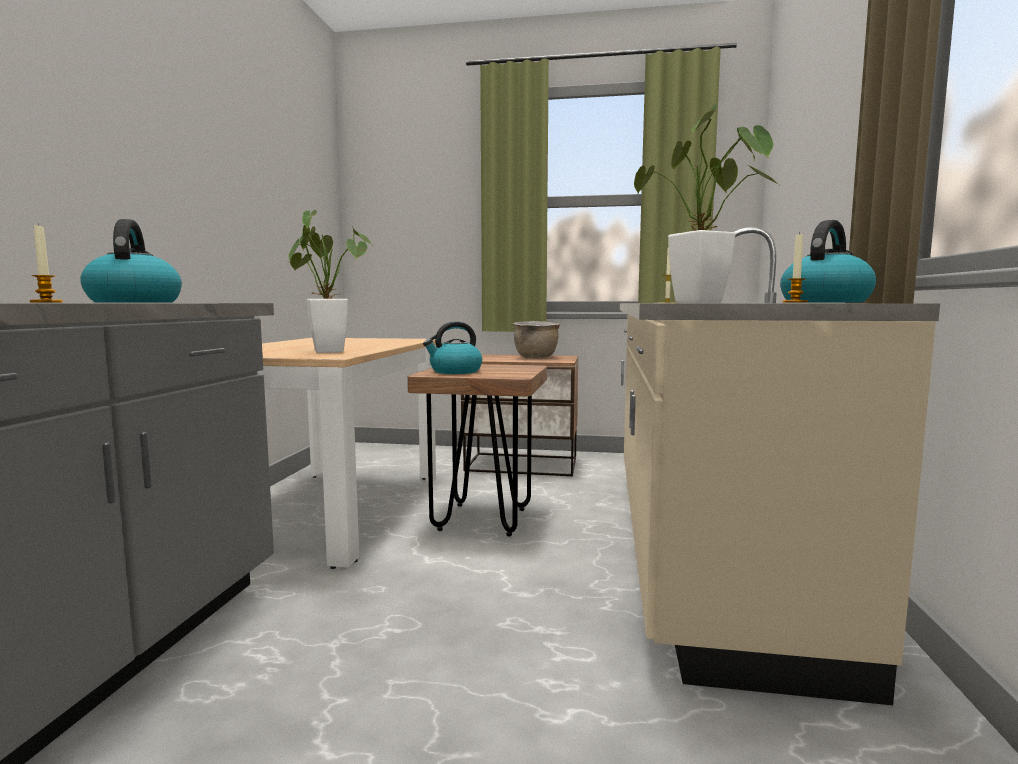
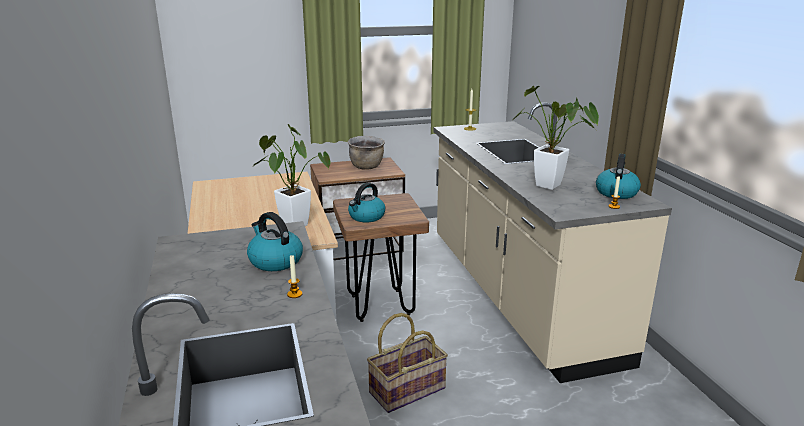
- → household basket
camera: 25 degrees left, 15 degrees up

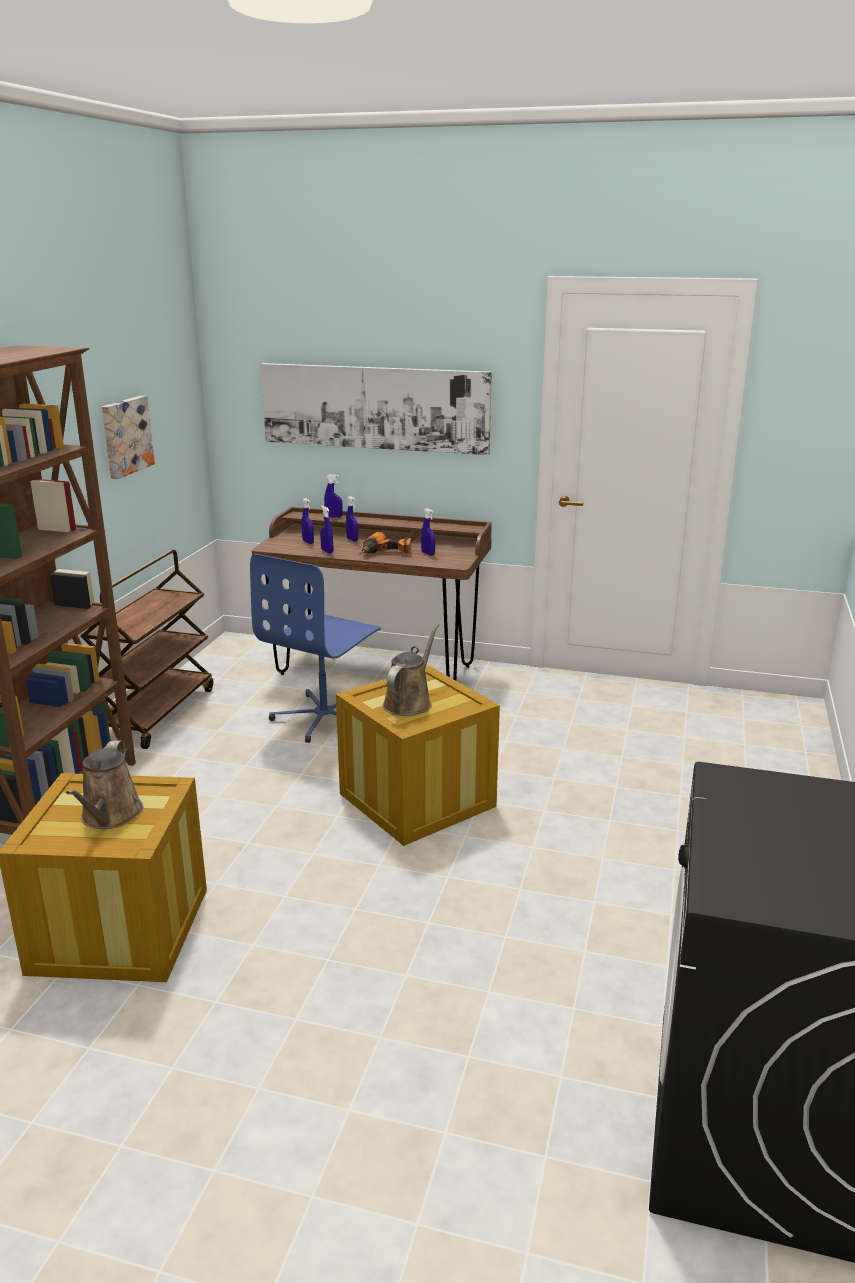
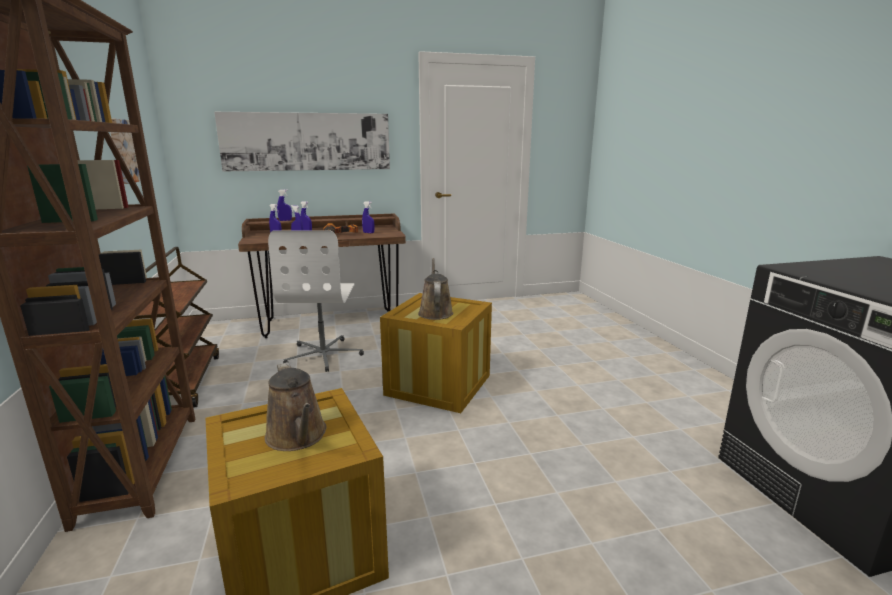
office chair (blue-coloured) → office chair (white)
camera: 30 degrees left, 5 degrees down

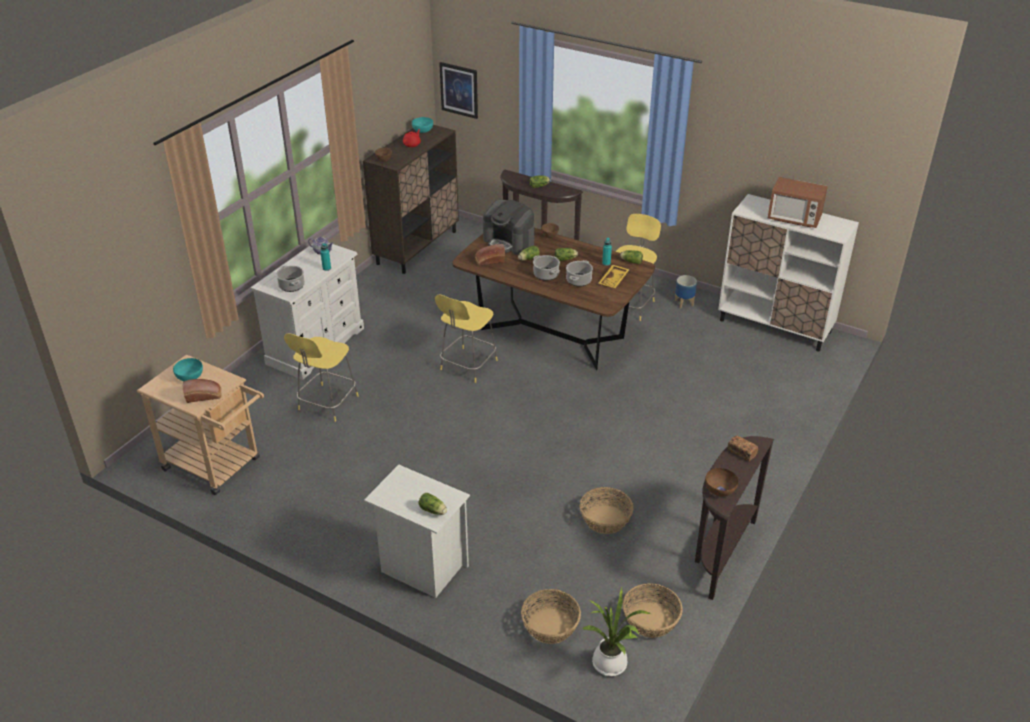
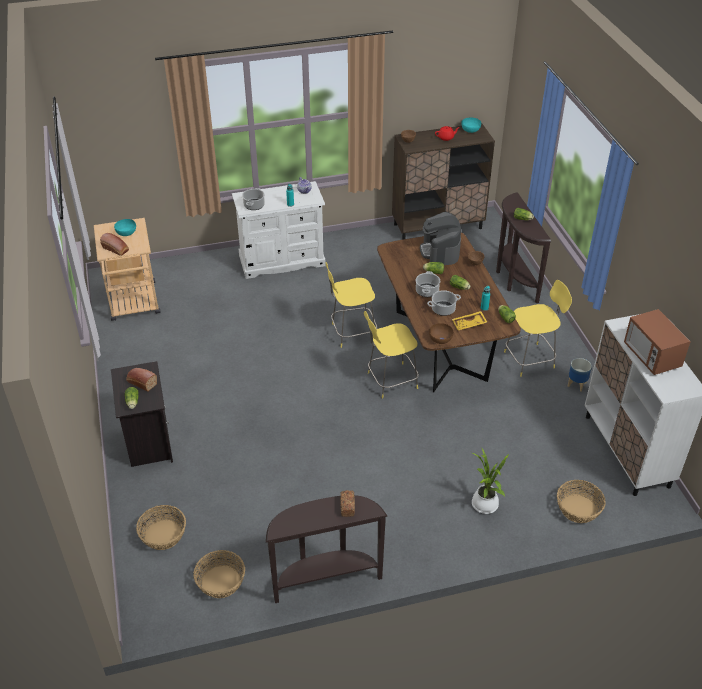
night table (white) → night table (black)
bread (no. 2 from left), shifted
stool (yellowish) (no. 1 from left in the first image) → stool (yellowish) (no. 2 from left), shifted
bowl (brownish) (no. 3 from left in the first image) → bowl (brownish) (no. 2 from left), shifted
potted plant, shifted
household basket (no. 2 from left in the first image) → household basket (no. 3 from left), shifted
wall picture → -
camera: 45 degrees right, 5 degrees up

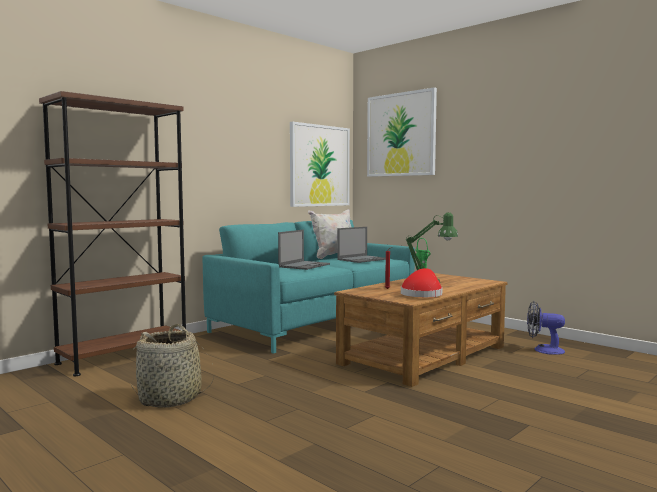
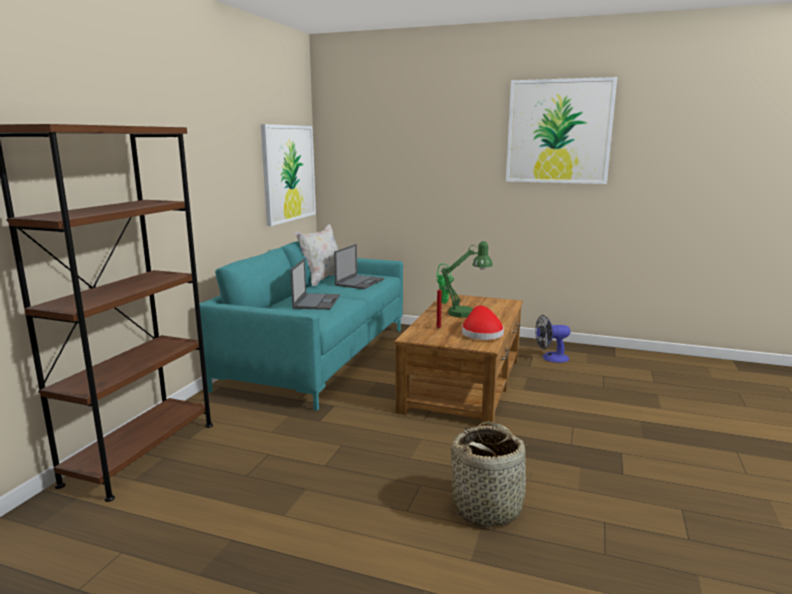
household basket, shifted
wall picture (no. 2 from left), shifted
camera: 25 degrees left, 10 degrees up

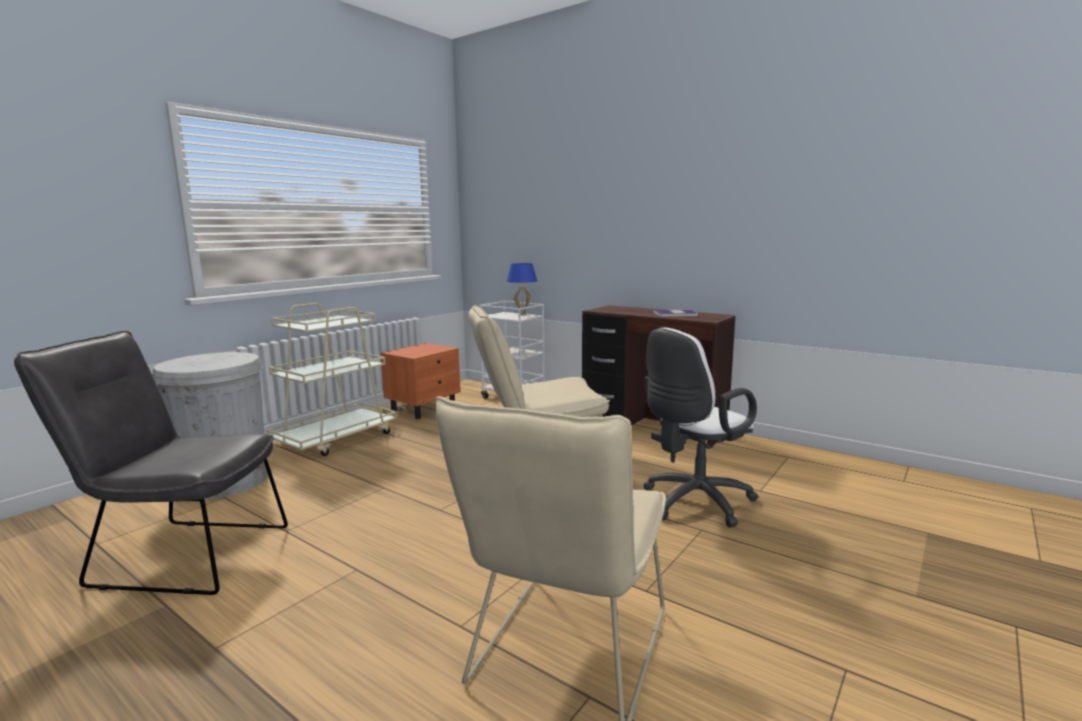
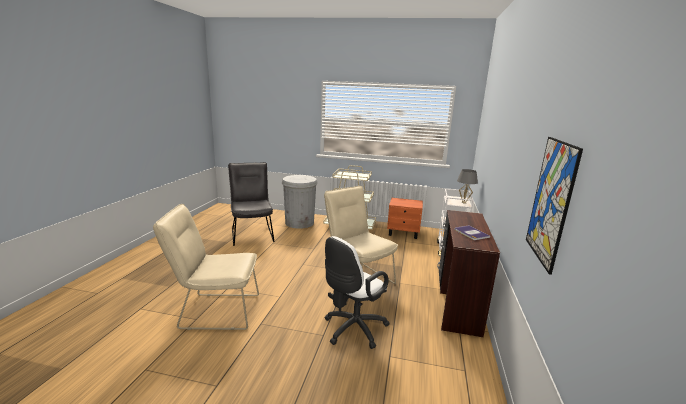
office chair (white), 75 degrees counterclockwise
tabletop lamp (blue-coloured) → tabletop lamp (grey)
- → wall picture
camera: 65 degrees right, 5 degrees up

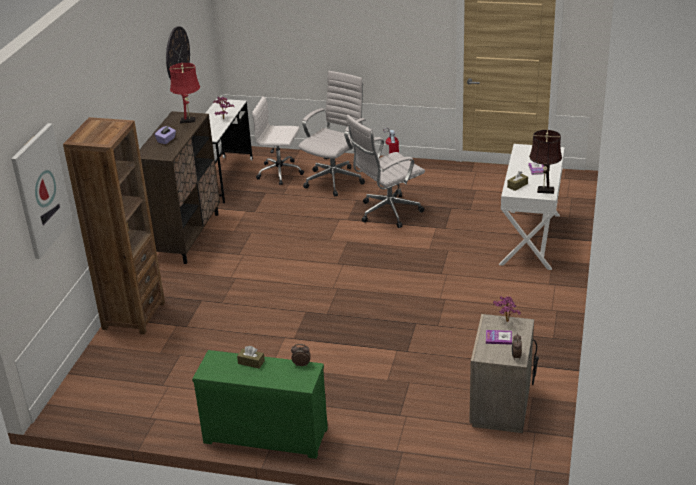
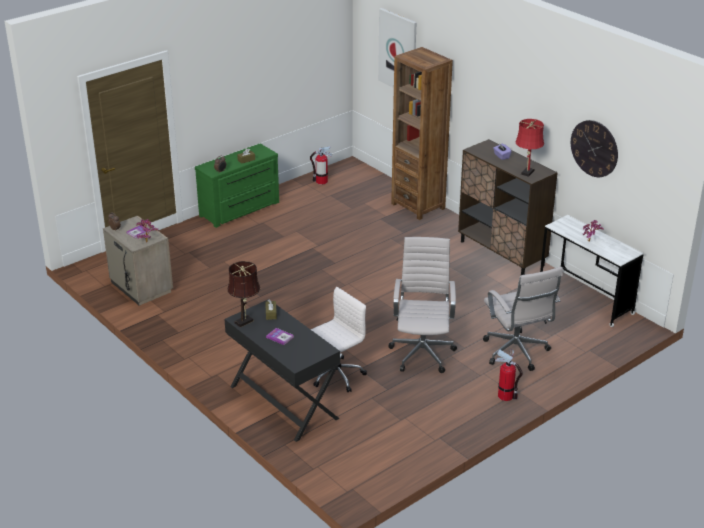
desk unit (white) (no. 2 from left) → desk unit (black)
- → fire extinguisher (no. 1 from left)
office chair (white) (no. 1 from left), shifted
camera: 125 degrees right, 0 degrees up

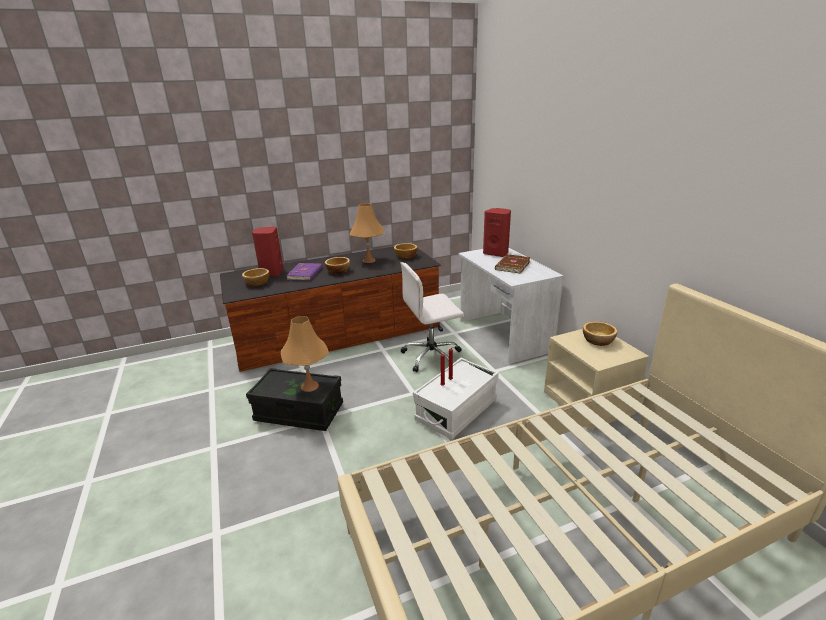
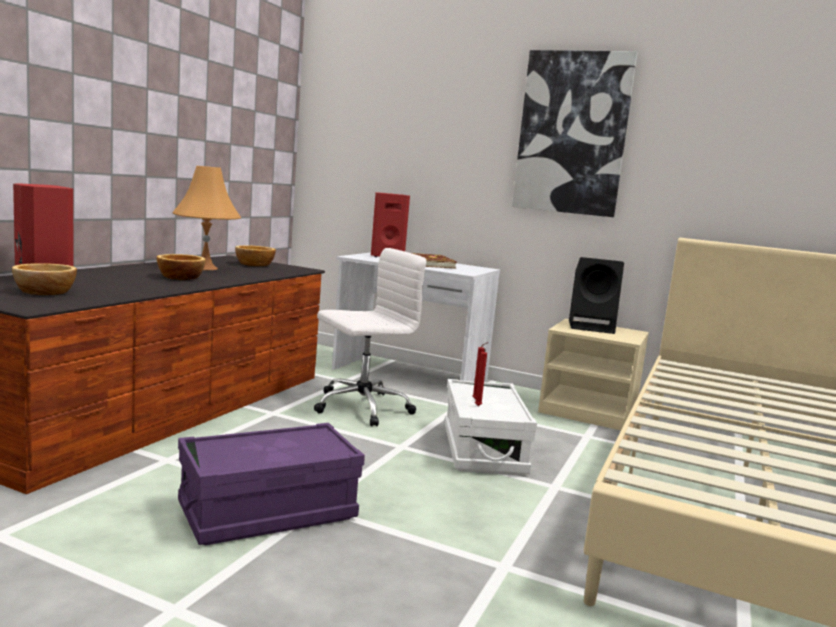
storage bin (black) → storage bin (purple)
office chair (white), 150 degrees counterclockwise
- → wall picture
bowl (no. 4 from left) → audio speaker (black)
tabletop lamp (orangey) (no. 1 from left) → -
bound book (purple) → -
camera: 45 degrees left, 15 degrees down

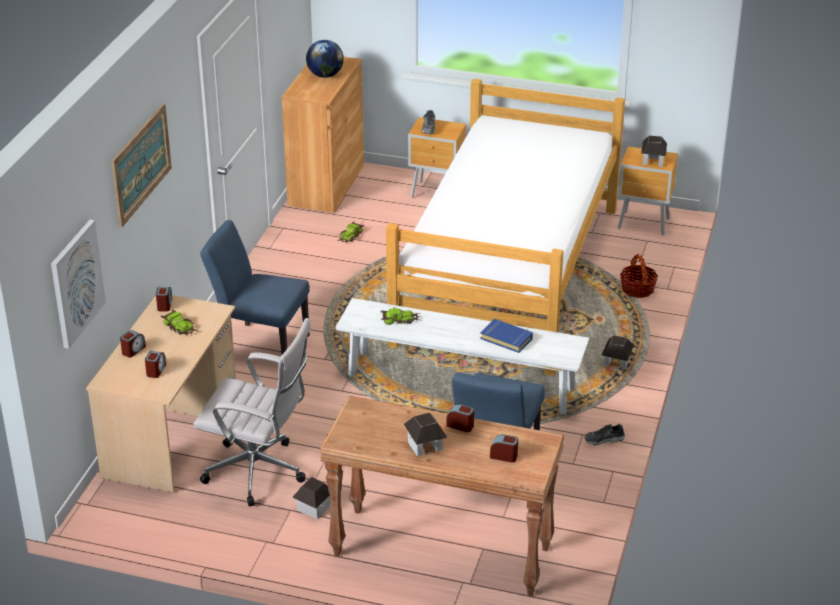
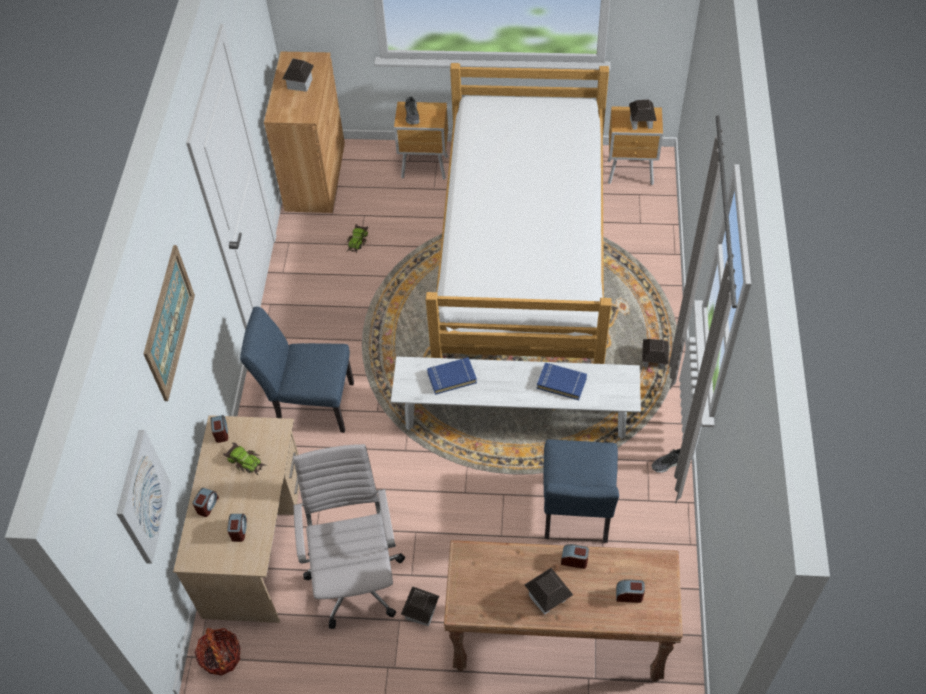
household basket, shifted
world globe → model house (no. 1 from left)
office chair (white), 105 degrees counterclockwise
model car (no. 3 from left) → bound book (blue-coloured) (no. 1 from left)
camera: 10 degrees left, 20 degrees up

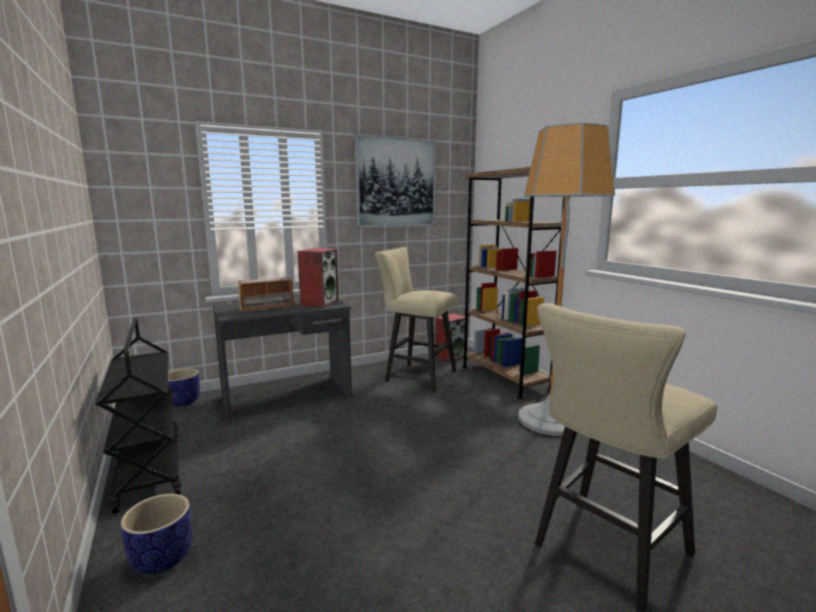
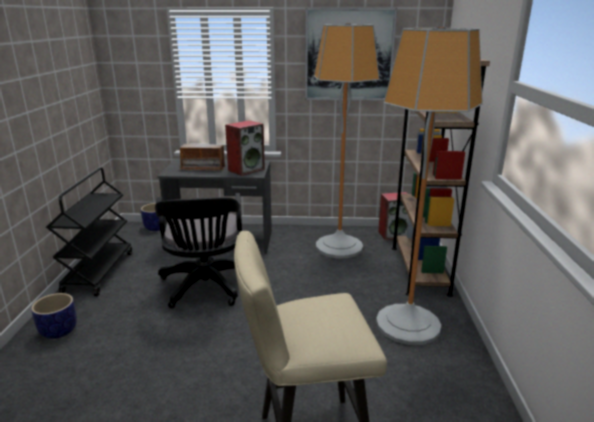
- → office chair (black)
stool (sand-coloured) (no. 1 from left) → floor lamp (no. 1 from left)
camera: 30 degrees right, 10 degrees up

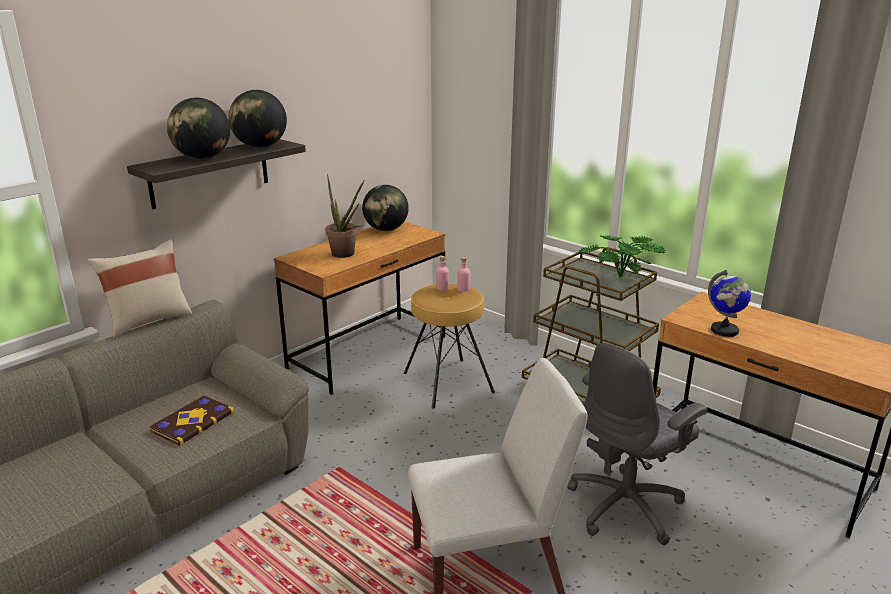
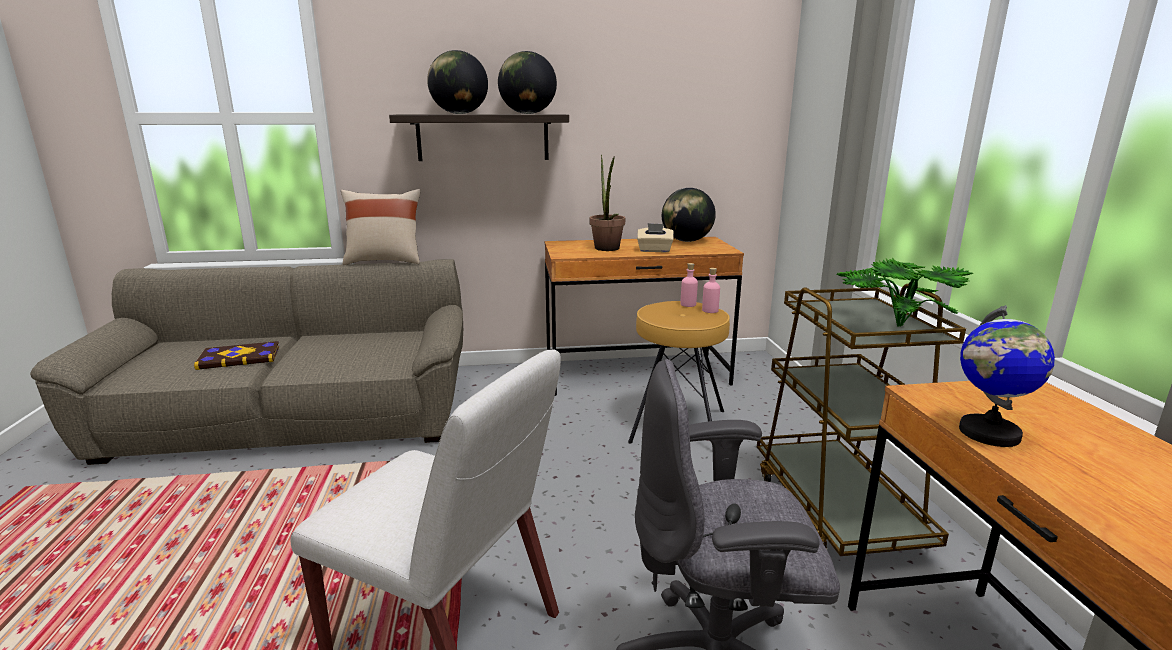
bound book, shifted
- → tissue box (sand-coloured)
camera: 40 degrees right, 5 degrees down

